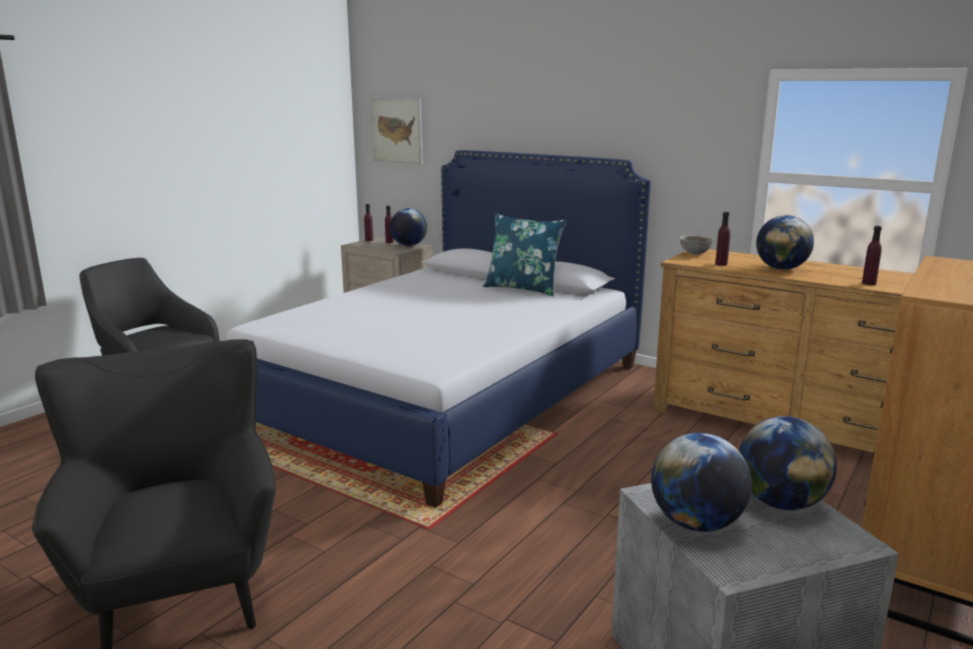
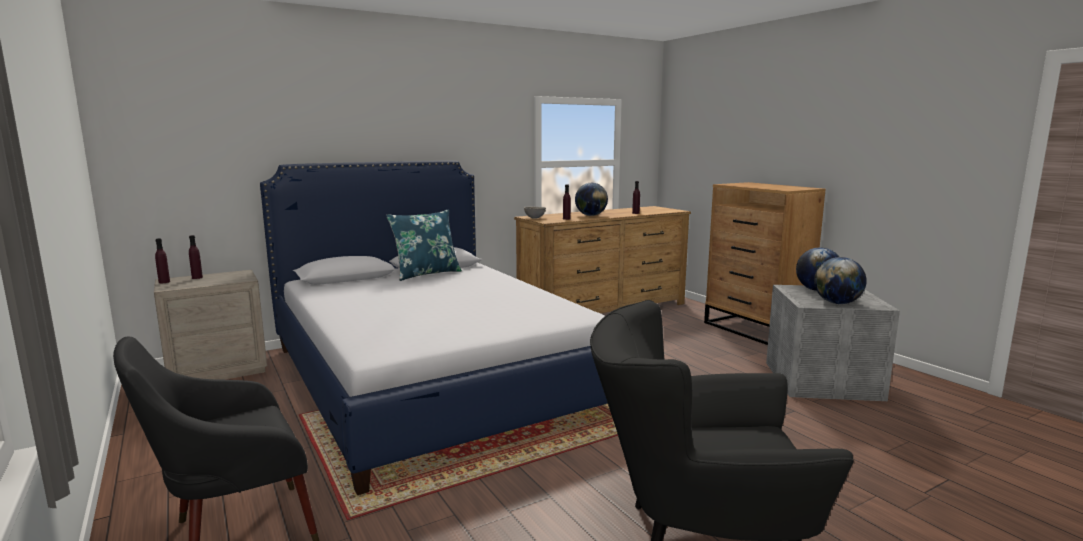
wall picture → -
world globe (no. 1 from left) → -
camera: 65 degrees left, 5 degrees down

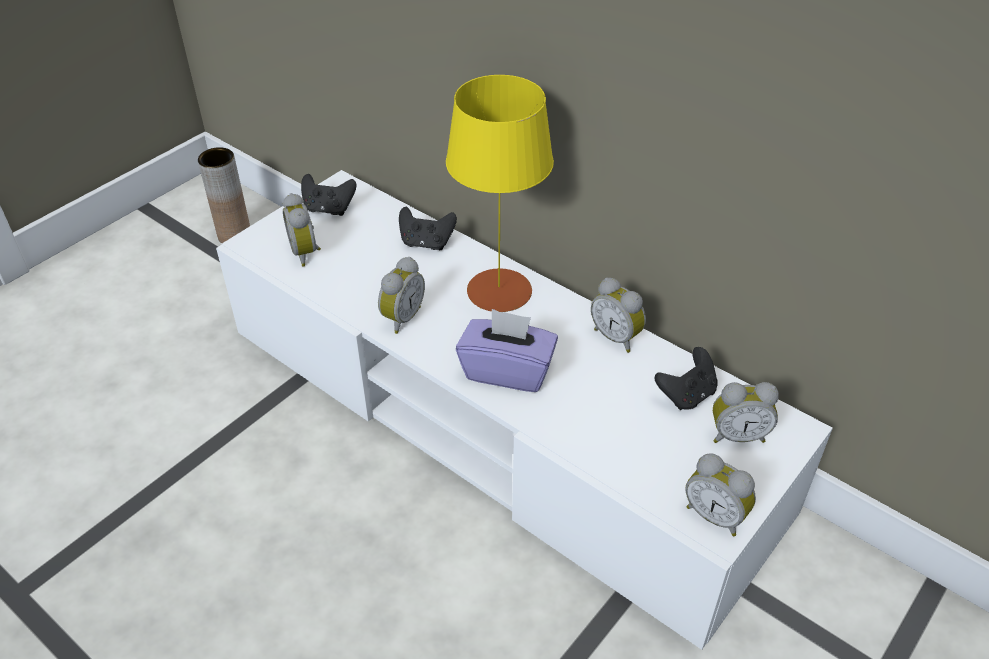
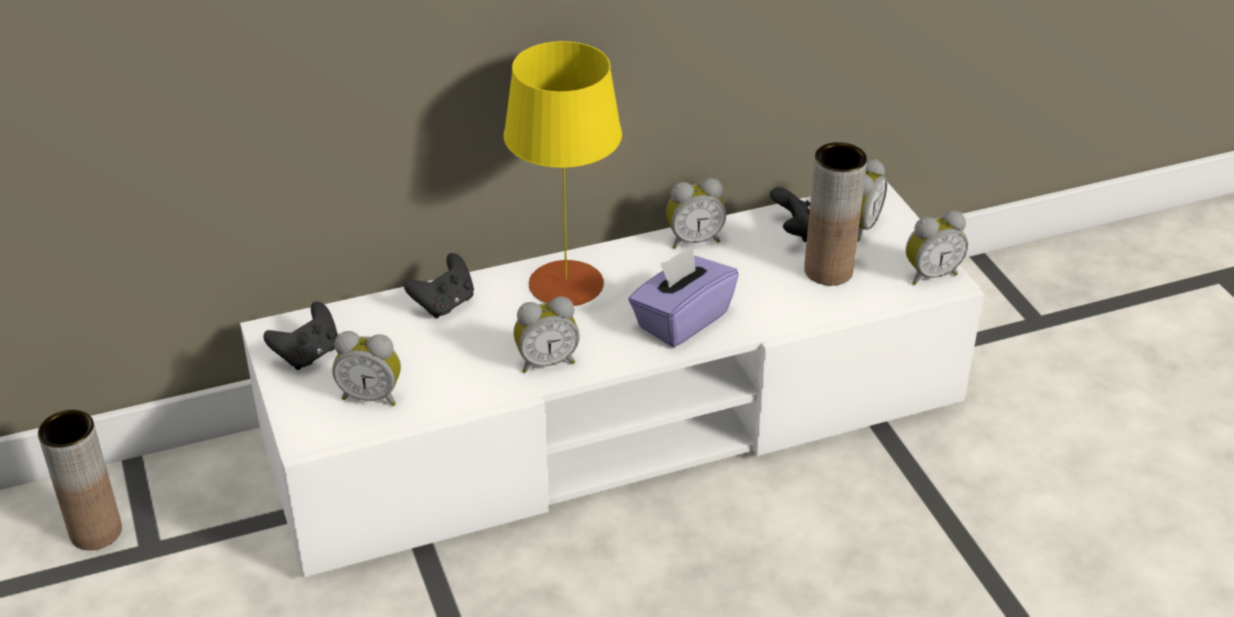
table clock (no. 2 from left), 105 degrees clockwise
- → flower vase (brownish) (no. 2 from left)
camera: 60 degrees left, 5 degrees down

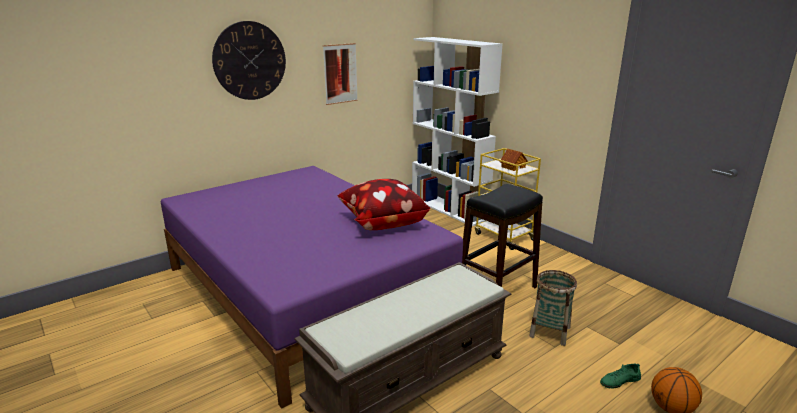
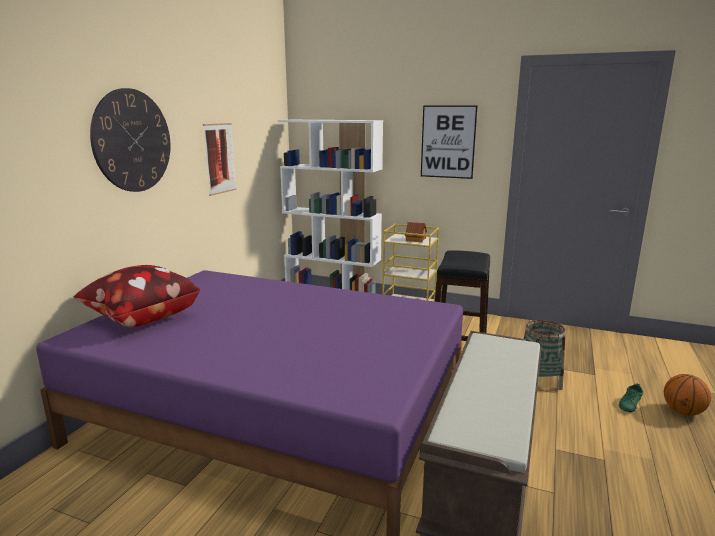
throw pillow, shifted
- → wall picture (no. 2 from left)
camera: 30 degrees left, 5 degrees down

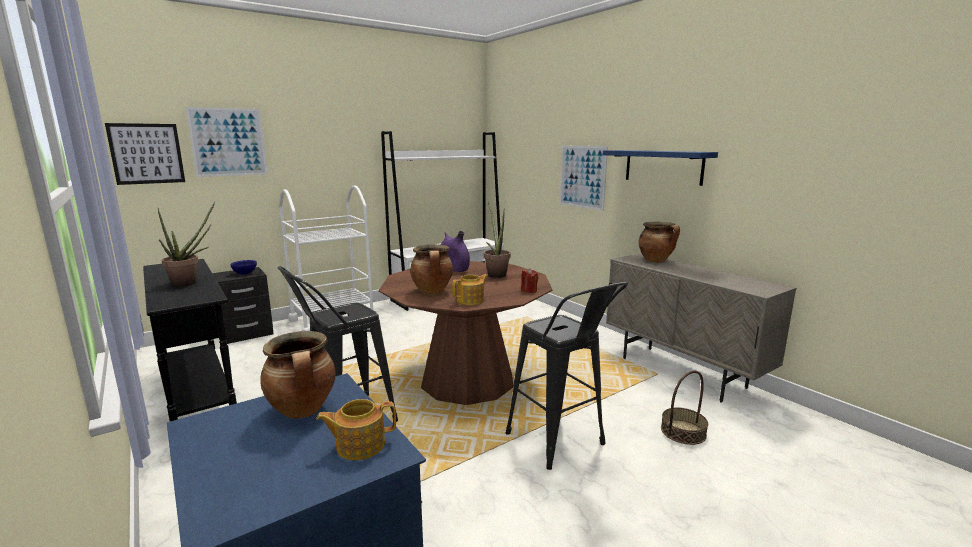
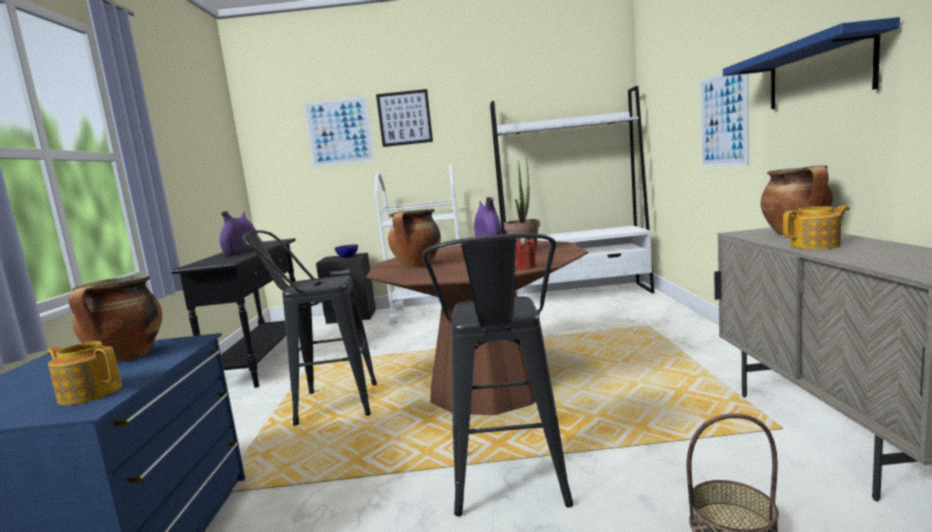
potted plant (no. 1 from left) → flower vase (purple) (no. 1 from left)
wall picture (no. 1 from left in the first image) → wall picture (no. 2 from left), shifted
pot for tea (no. 2 from left), shifted
camera: 35 degrees right, 5 degrees down

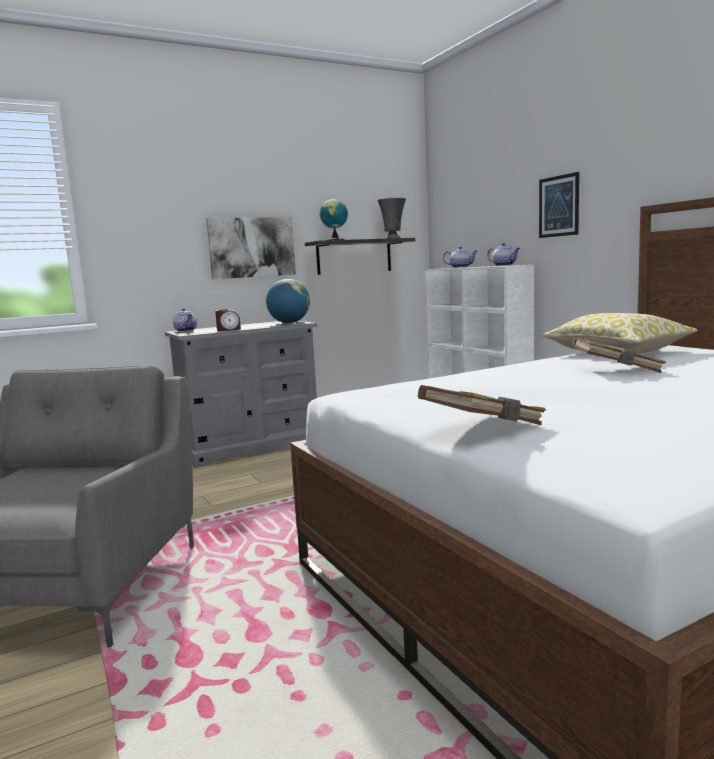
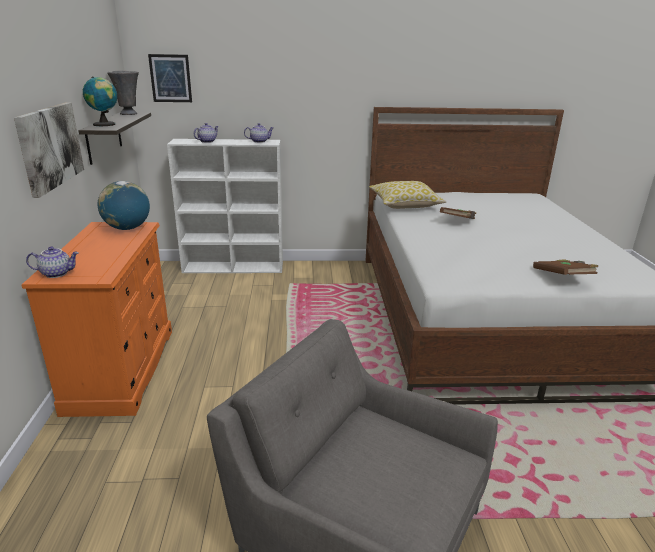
dresser (grey) → dresser (orangey)
wall picture (no. 2 from left), shifted
table clock → -
camera: 65 degrees left, 15 degrees up

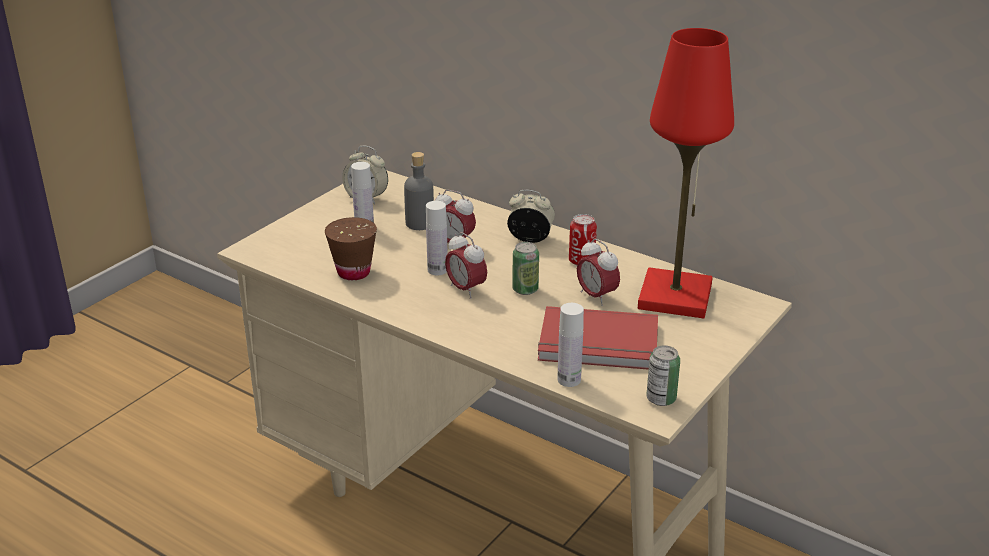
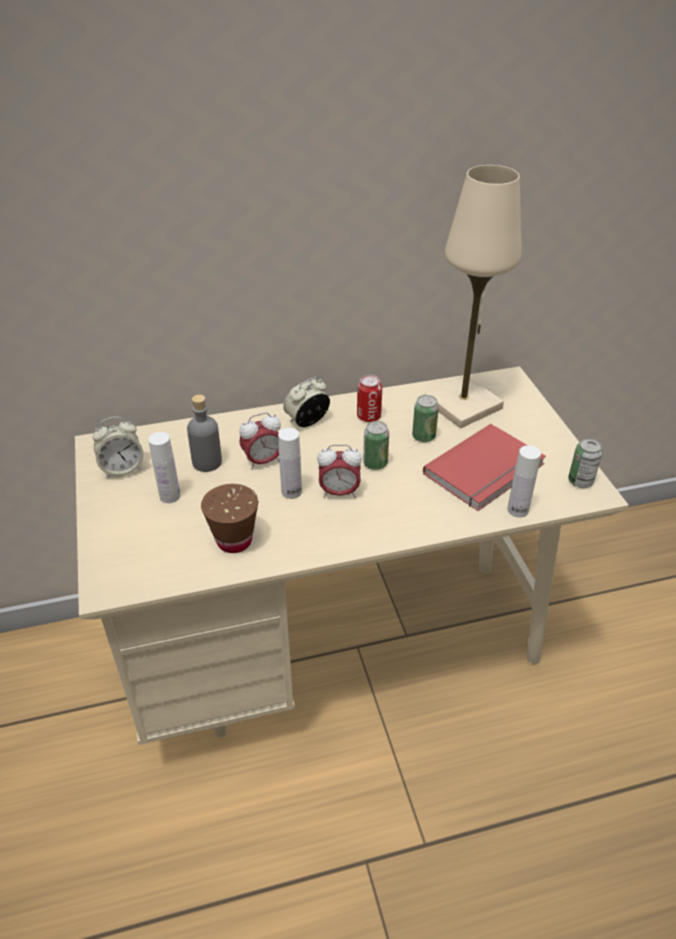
table clock (no. 5 from left) → can (no. 3 from left)
tabletop lamp (red) → tabletop lamp (sand-coloured)
camera: 50 degrees left, 10 degrees up

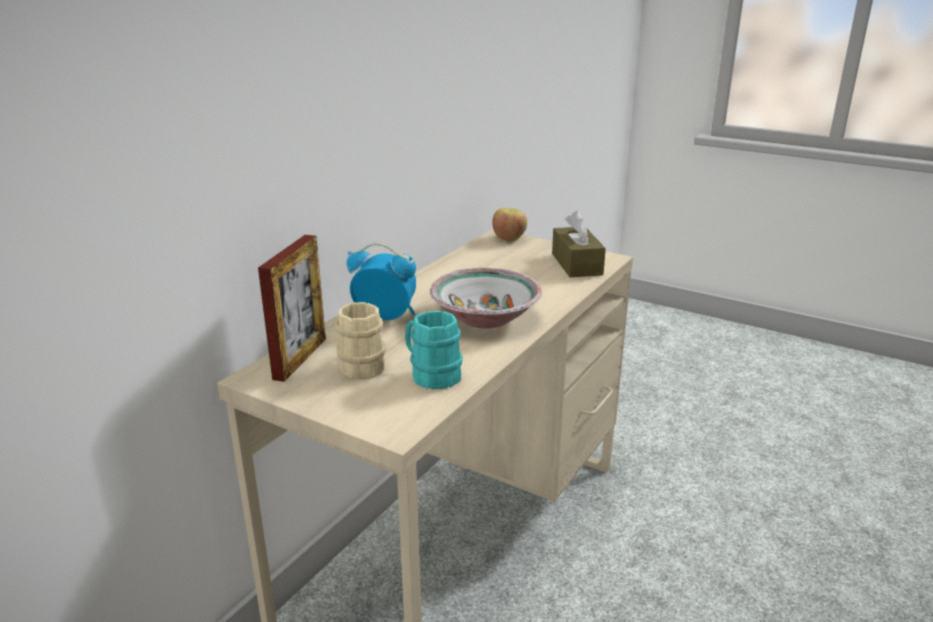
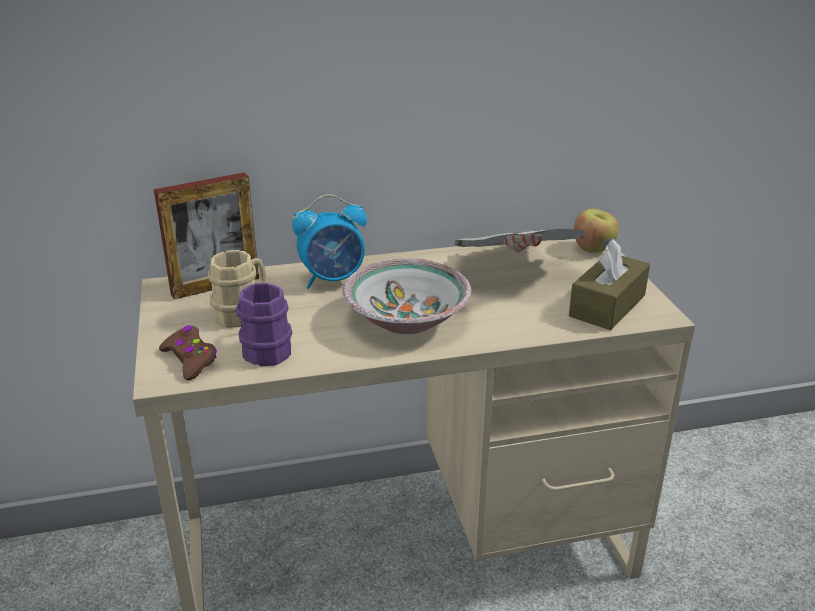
- → gamepad (brownish)
tea mug (blue-green) → tea mug (purple)
table clock, 105 degrees clockwise
- → daily paper
camera: 45 degrees right, 5 degrees up

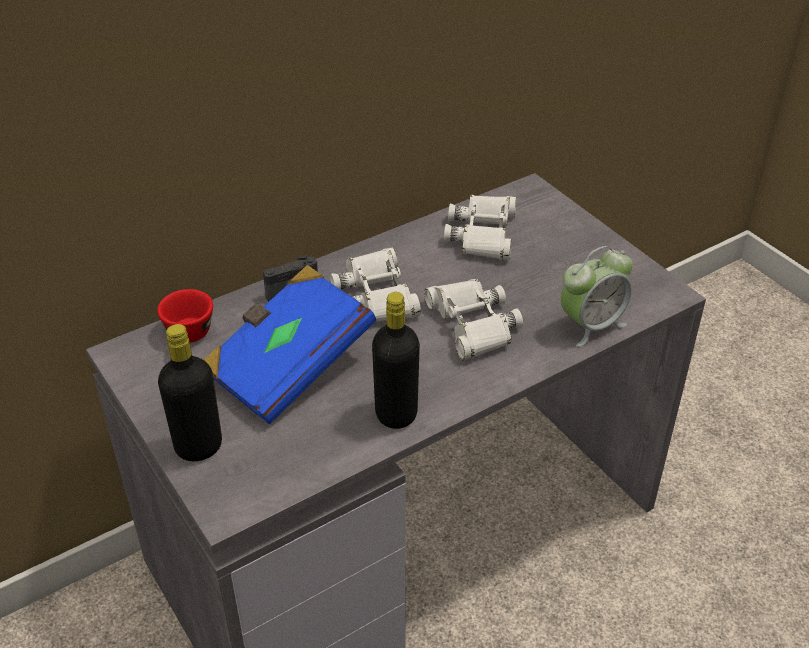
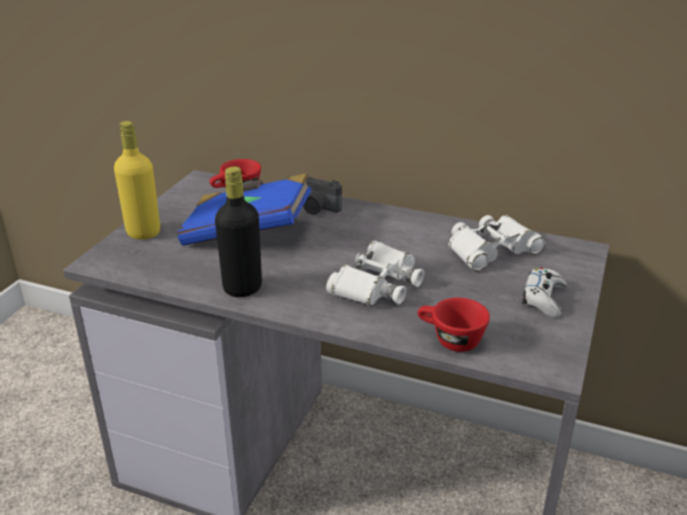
beverage bottle (black) (no. 1 from left) → beverage bottle (yellowish)
table clock → drinking cup (red) (no. 2 from left)
- → gamepad (white)
binoculars (white) (no. 1 from left) → -
camera: 55 degrees right, 10 degrees down

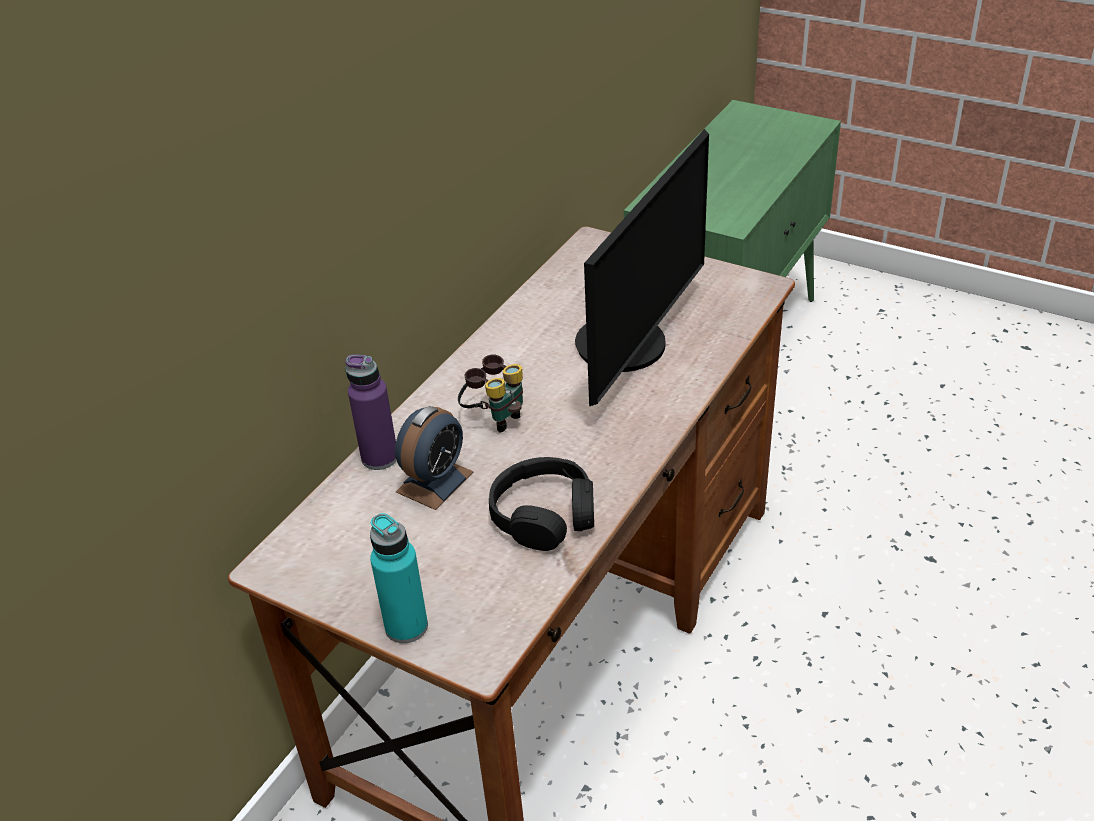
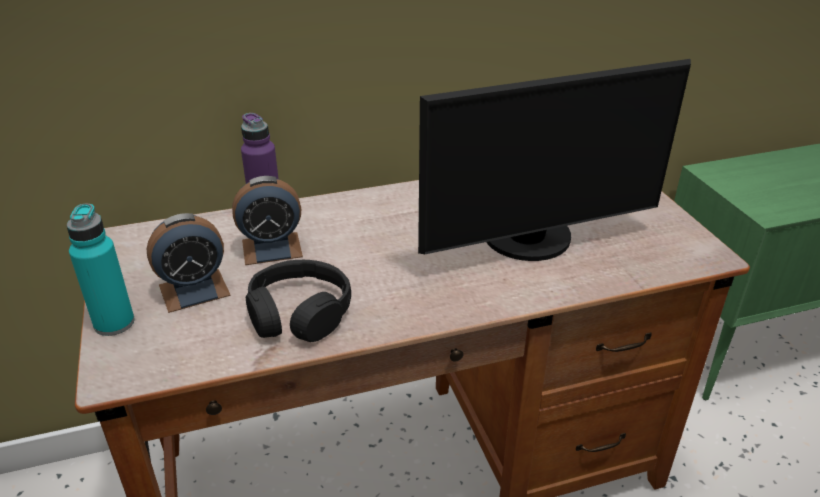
- → table clock (no. 1 from left)
binoculars → -
camera: 40 degrees right, 5 degrees down

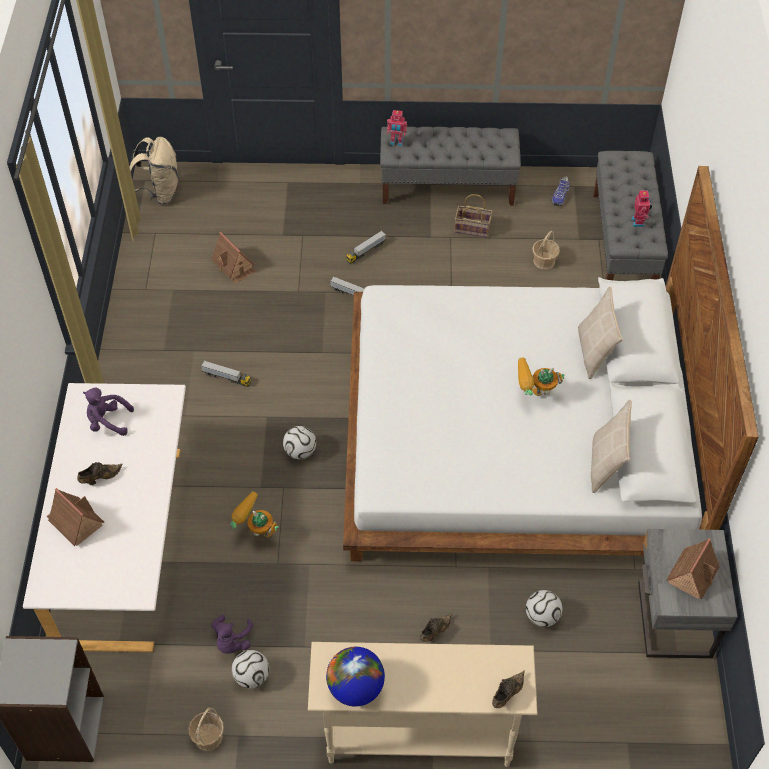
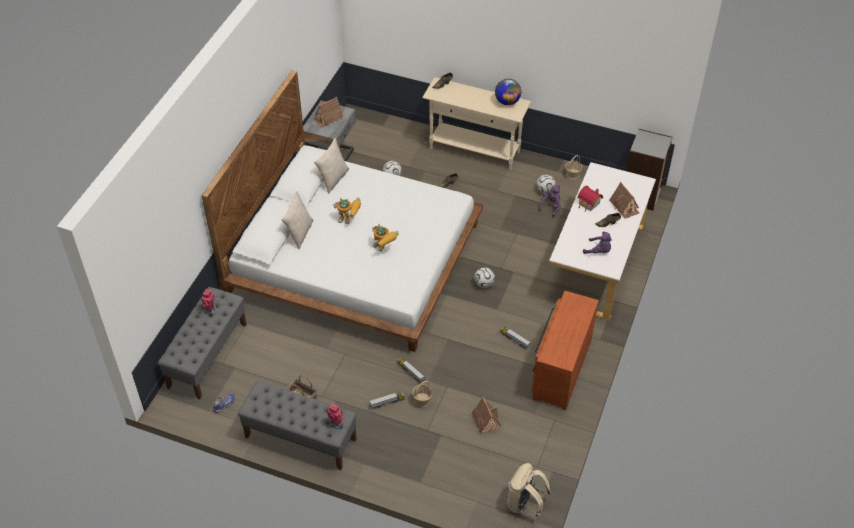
robot figure (no. 1 from left in the first image) → robot figure (no. 4 from left), shifted
household basket (no. 3 from left in the first image) → household basket (no. 2 from left), shifted
- → dresser (brownish)
- → model house (no. 3 from left)
camera: 160 degrees left, 5 degrees down

